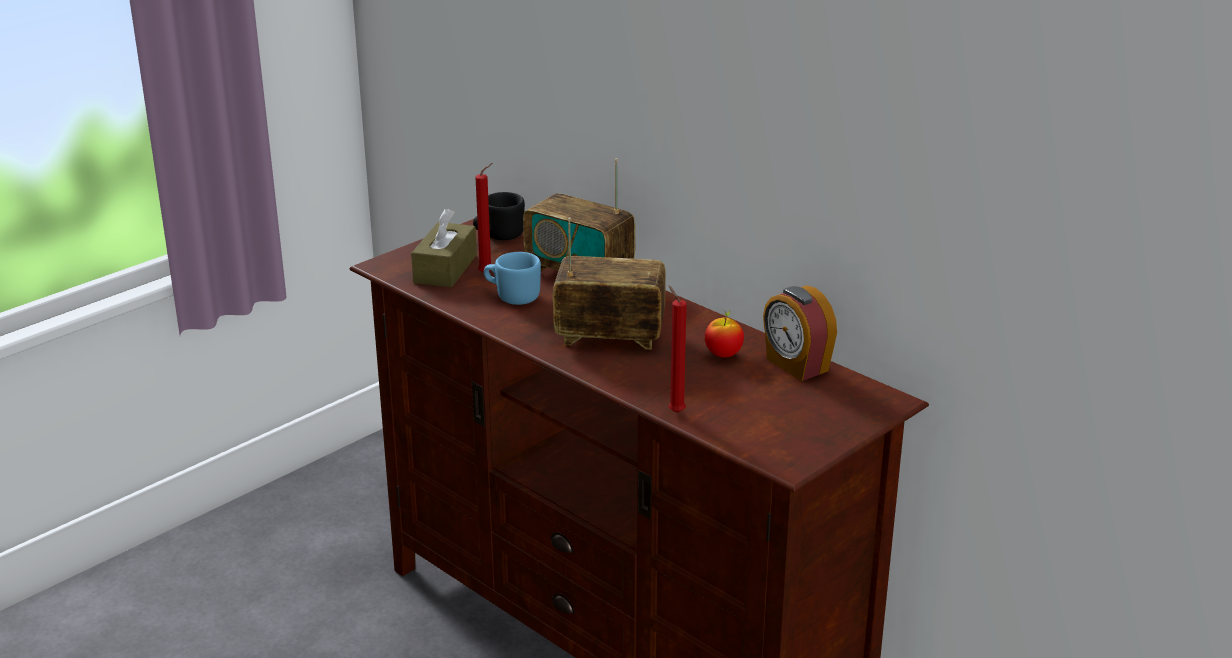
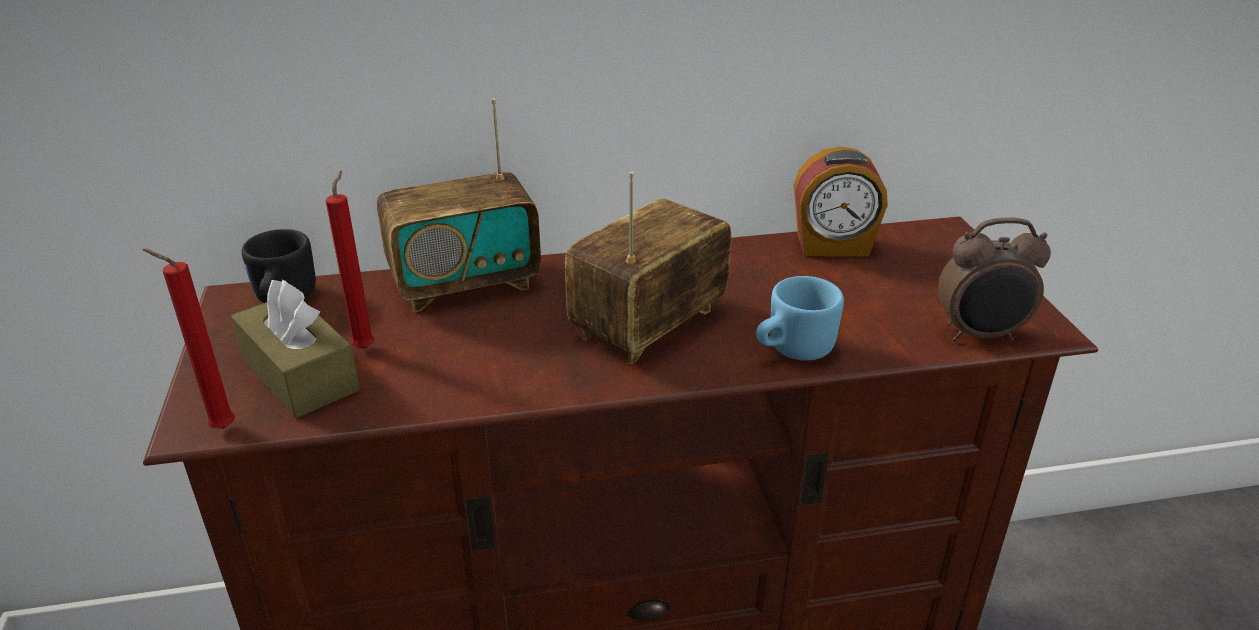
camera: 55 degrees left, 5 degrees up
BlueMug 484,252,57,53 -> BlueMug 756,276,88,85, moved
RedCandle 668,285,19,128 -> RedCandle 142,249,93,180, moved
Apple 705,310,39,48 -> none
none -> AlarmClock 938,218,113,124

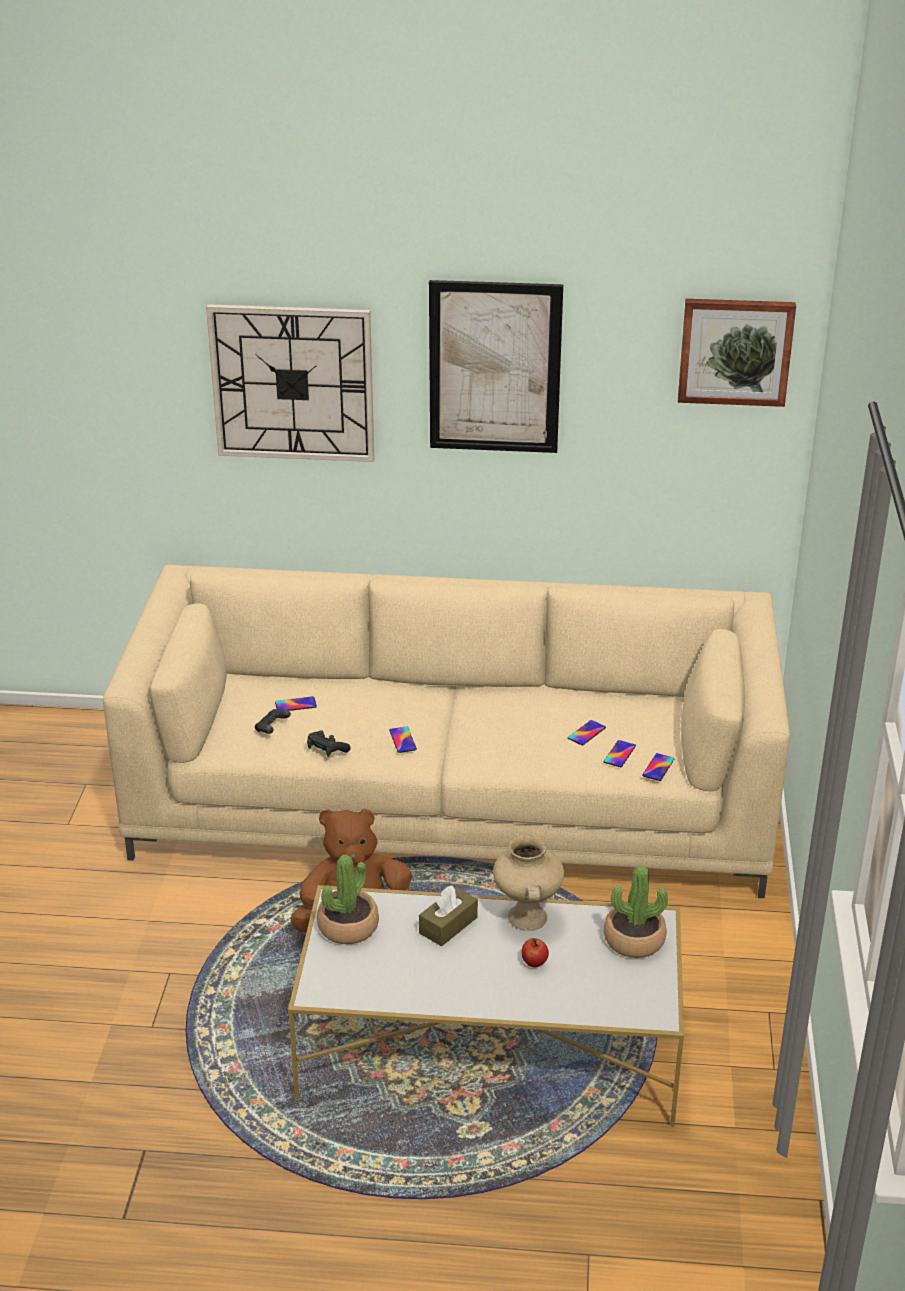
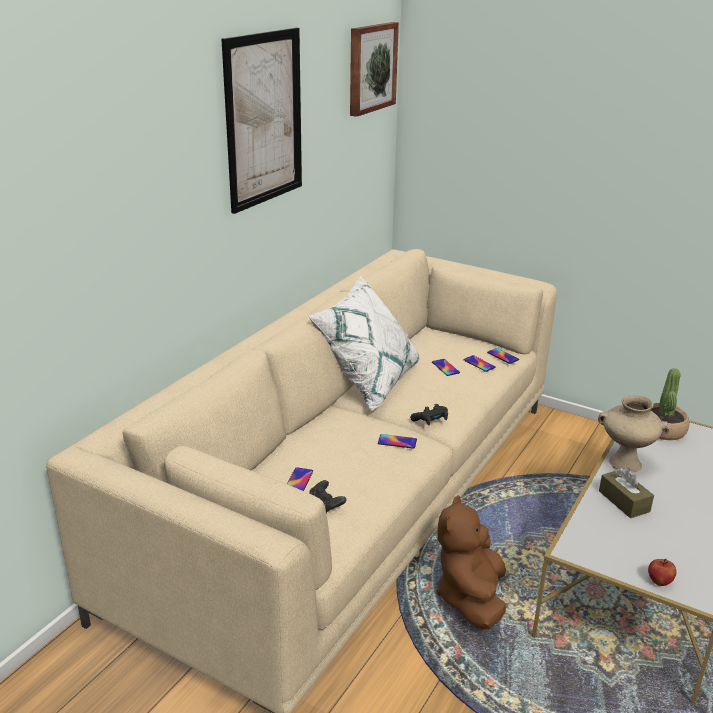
camera: 65 degrees left, 5 degrees down
WallClock 206,304,168,158 -> none
BlackGameController 307,730,44,27 -> BlackGameController 410,404,38,21, moved
PottedPlant 317,854,62,90 -> none
Apple 522,938,27,29 -> Apple 648,559,28,27, moved
none -> WhitePillow 308,275,112,136

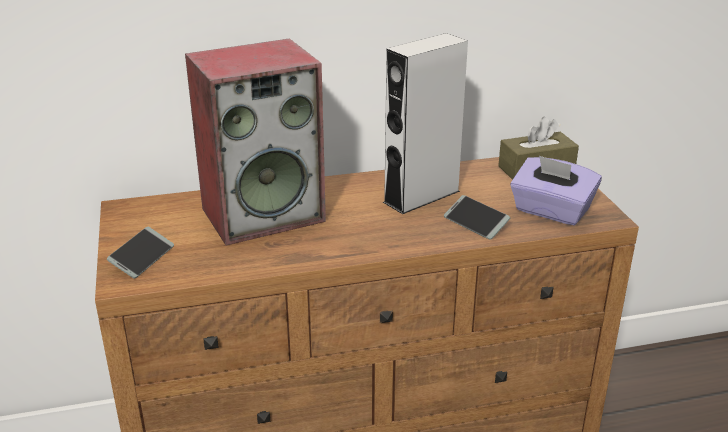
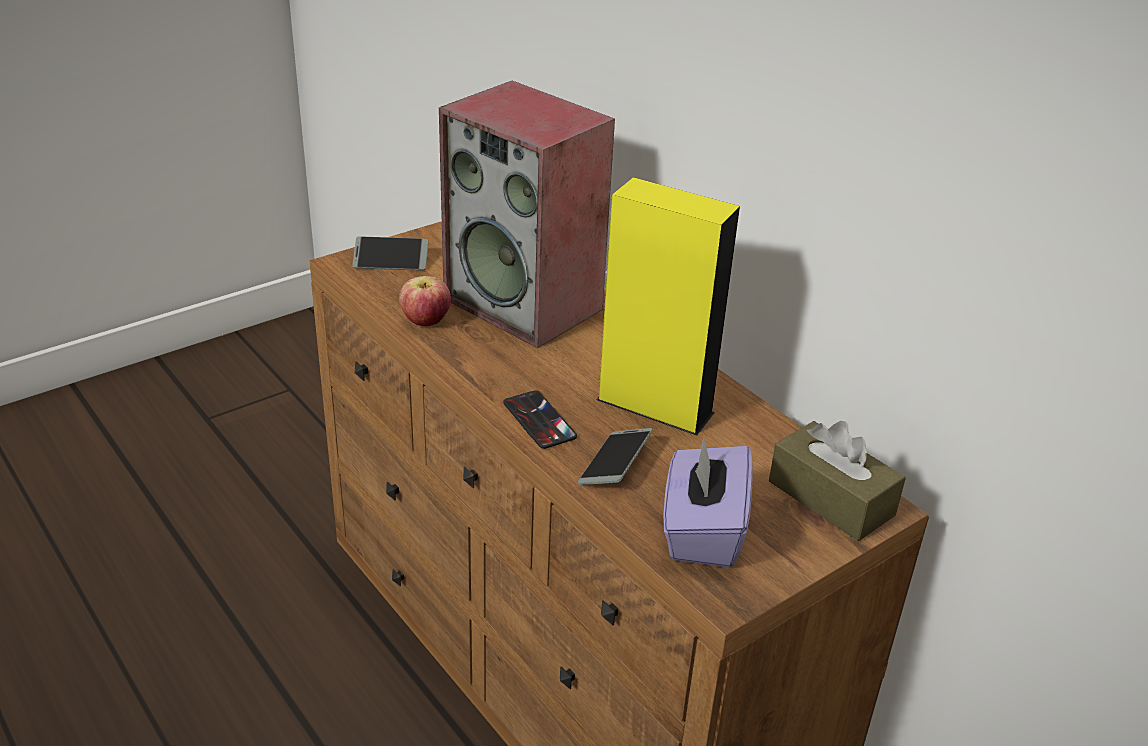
camera: 65 degrees right, 5 degrees up
GreySpeaker 383,33,85,181 -> YellowSpeaker 596,177,144,259
none -> Apple 399,276,52,50
none -> Phone 503,390,74,59

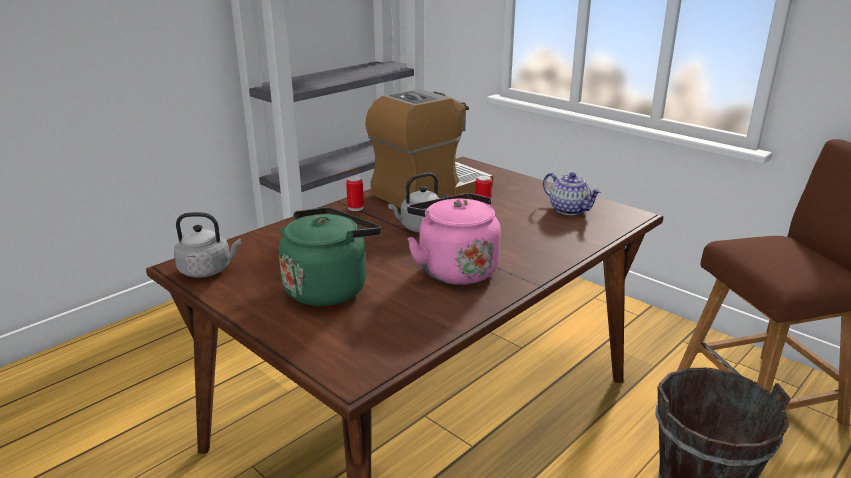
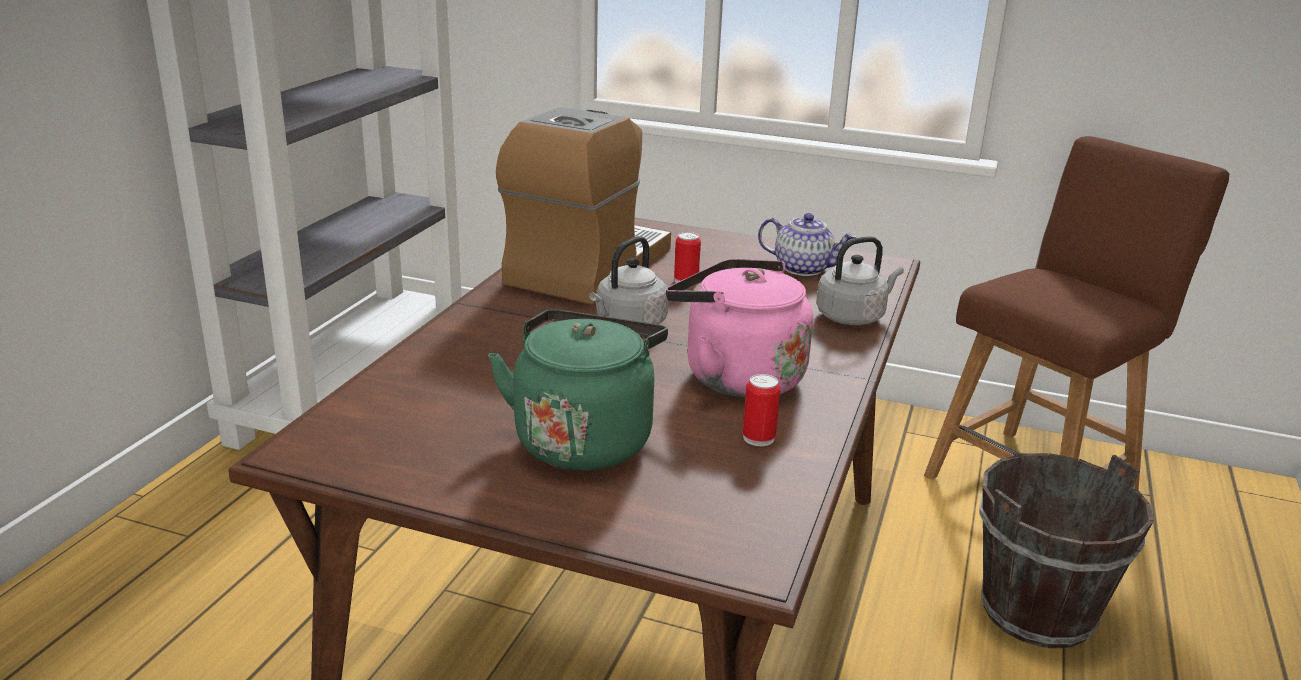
camera: 25 degrees left, 0 degrees up
Can 346,176,18,35 -> Can 743,374,37,72, moved
GreyKettle 174,212,67,66 -> GreyKettle 816,236,88,89, moved

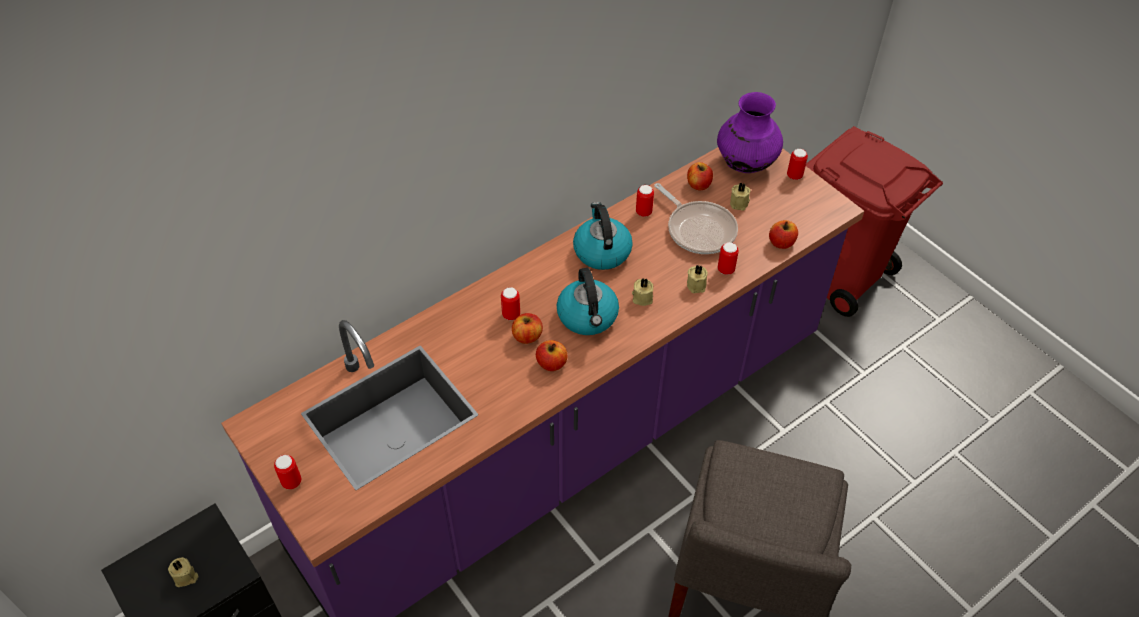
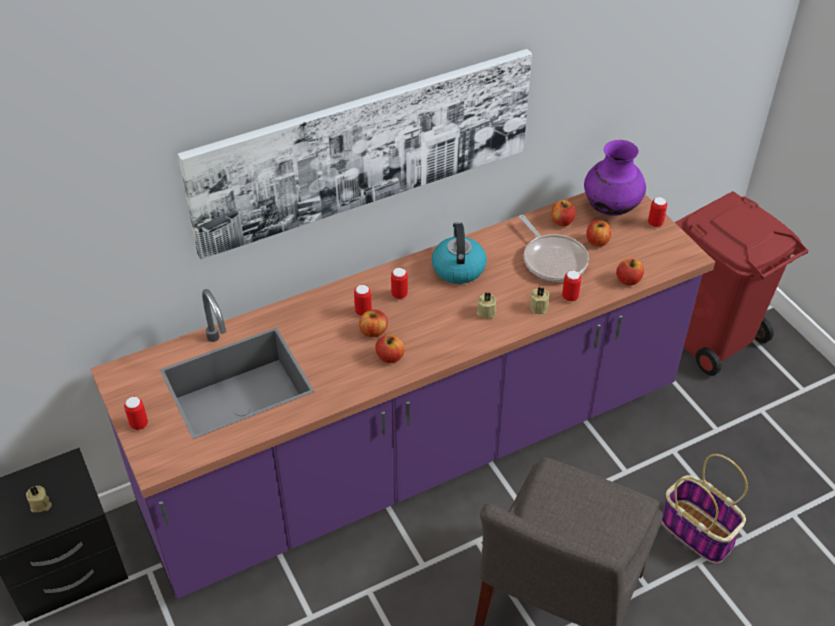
camera: 10 degrees right, 5 degrees down
BeigeCandle 730,183,21,28 -> Apple 586,220,25,27
Can 636,185,18,32 -> Can 391,268,17,31, moved
Kettle 557,268,62,67 -> none
none -> Picture 178,49,354,210
none -> Basket 662,454,86,110

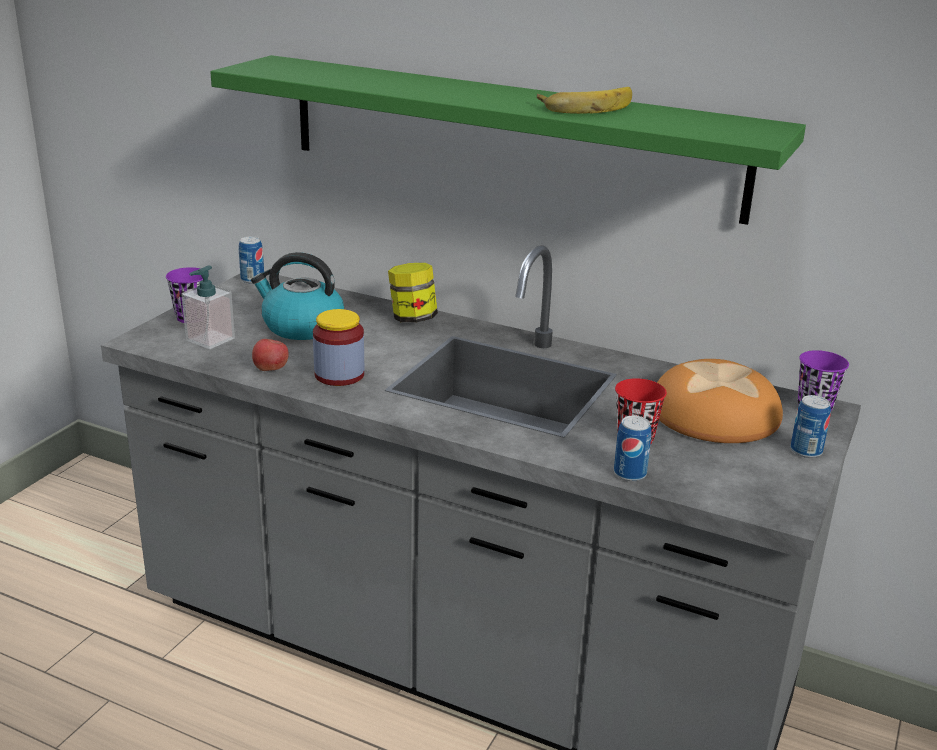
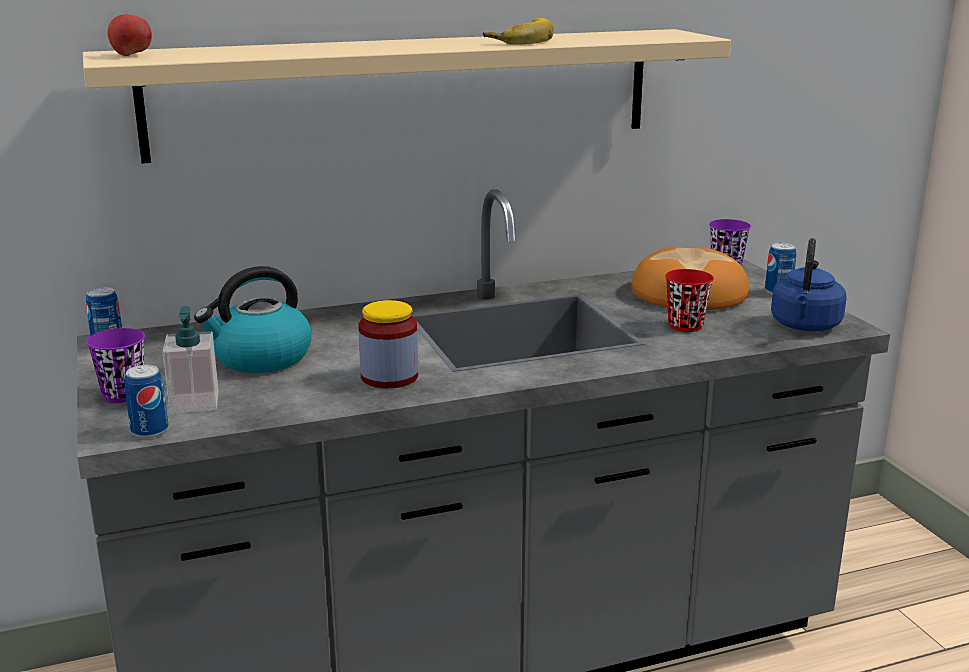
camera: 45 degrees left, 5 degrees down
GreenShelf 210,55,596,170 -> BeigeShelf 83,29,648,135
Jar 388,263,50,59 -> none
Apple 252,339,37,32 -> Apple 108,14,44,42, moved
Can 614,416,37,65 -> Can 124,365,45,73, moved
none -> BlueKettle 771,238,76,93

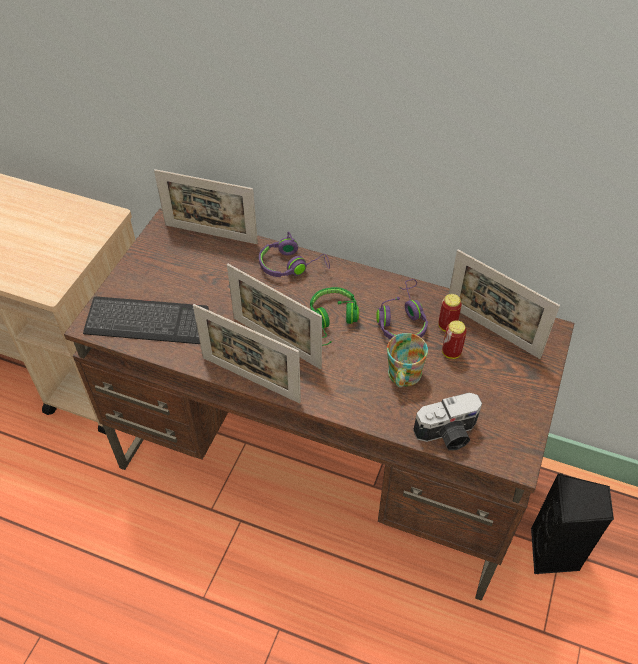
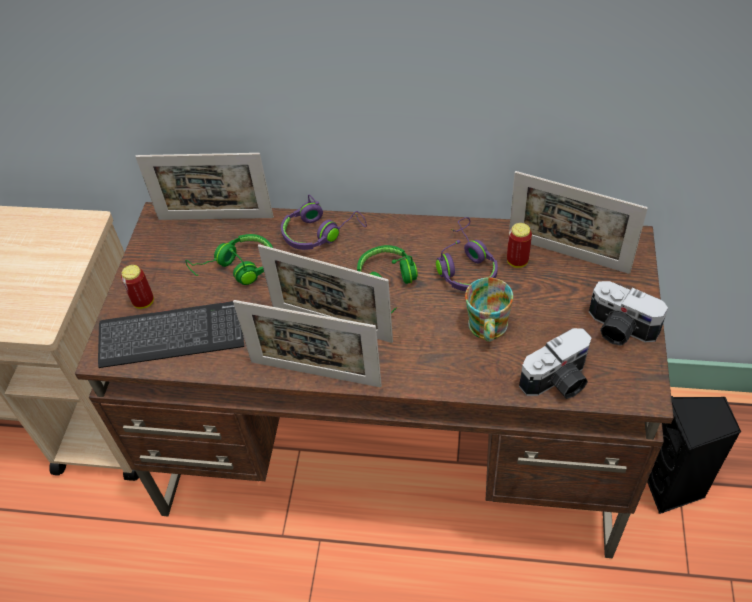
camera: 10 degrees left, 0 degrees up
Can 442,320,25,39 -> Can 121,265,33,44, moved
none -> GreenHeadphones 186,234,87,51
none -> PhotoCamera 589,281,79,65

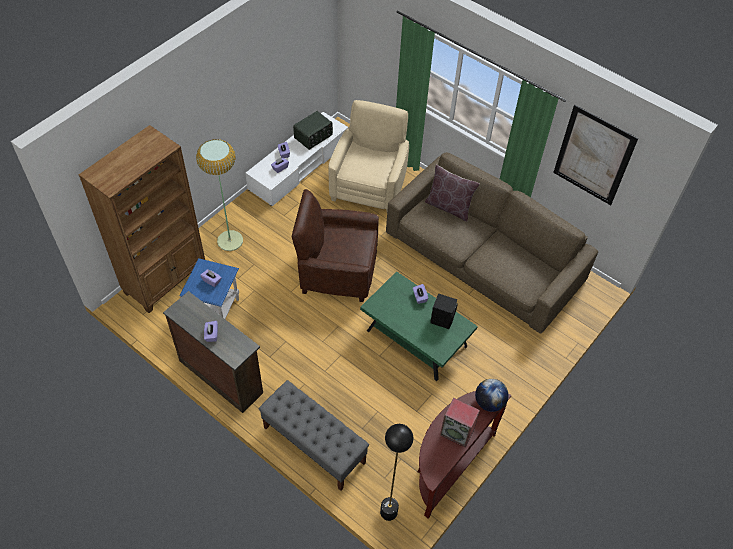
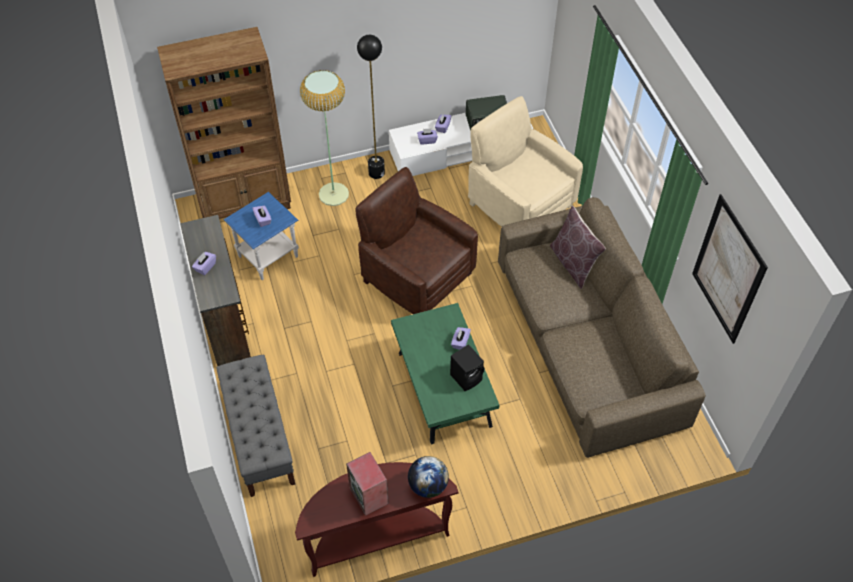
camera: 35 degrees right, 0 degrees up
BeigeArmchair 329,100,80,111 -> BeigeArmchair 468,96,115,131, 90 degrees counterclockwise
BlackFloorLamp 380,424,33,97 -> BlackFloorLamp 357,35,28,144, moved

